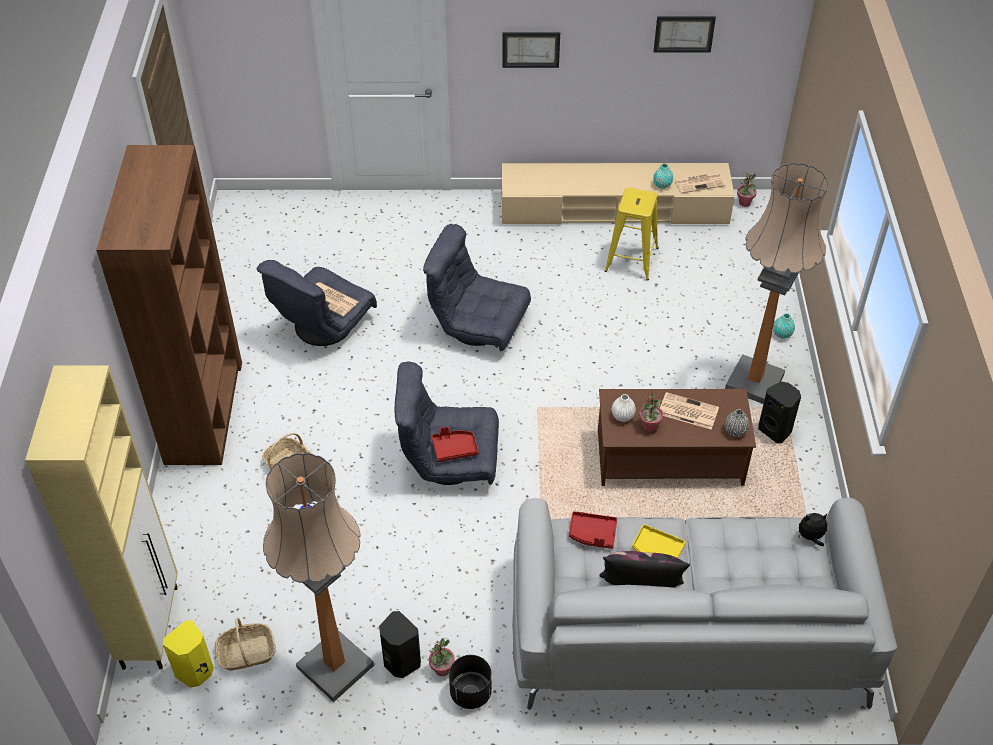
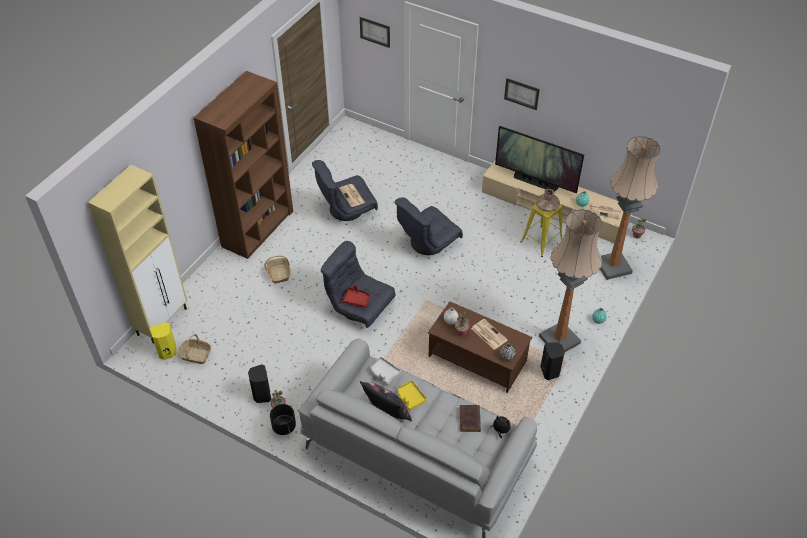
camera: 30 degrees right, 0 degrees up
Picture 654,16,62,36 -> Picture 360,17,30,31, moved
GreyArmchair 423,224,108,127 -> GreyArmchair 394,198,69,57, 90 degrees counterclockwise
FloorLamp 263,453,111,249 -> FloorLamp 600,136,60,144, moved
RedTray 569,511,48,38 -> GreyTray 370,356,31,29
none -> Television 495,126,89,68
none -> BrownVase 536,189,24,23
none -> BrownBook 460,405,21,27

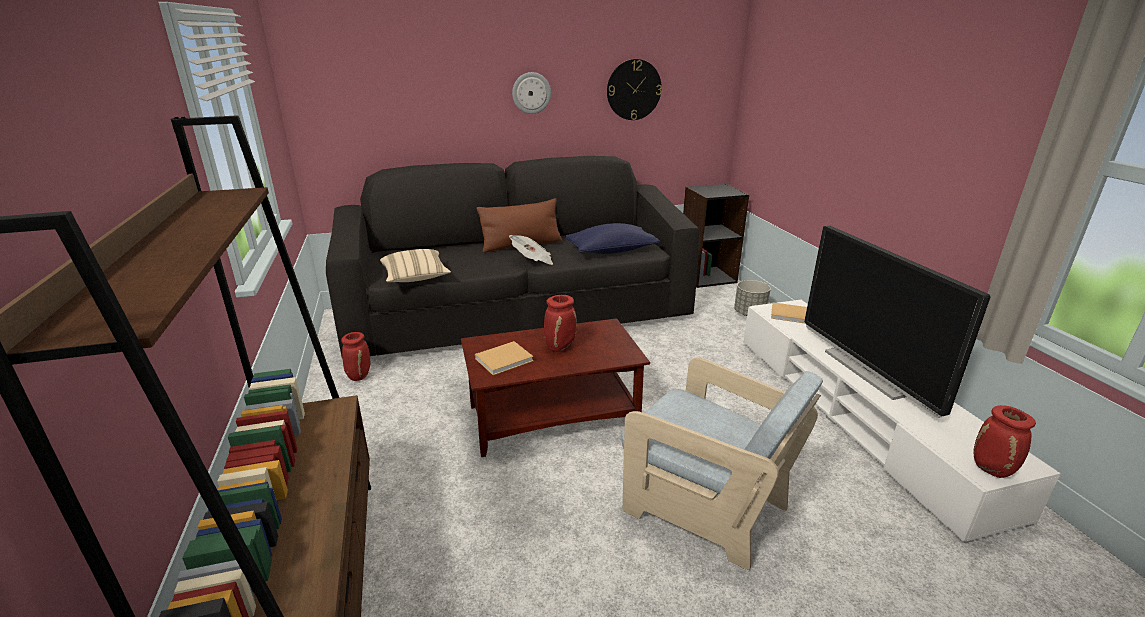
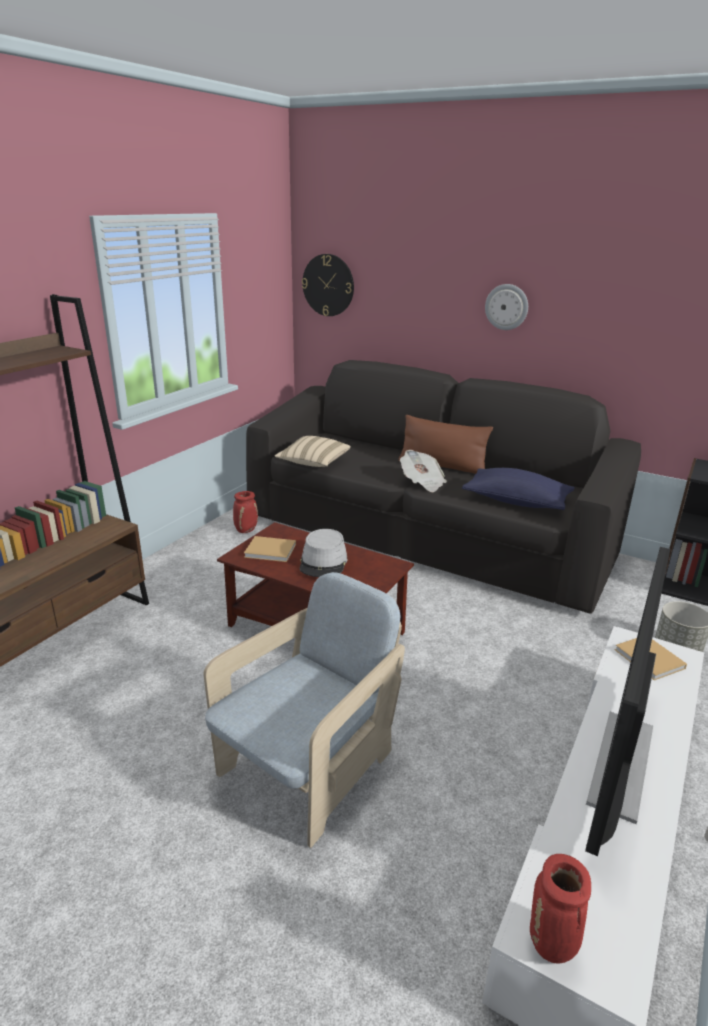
camera: 45 degrees right, 0 degrees up
WallClock 607,59,55,61 -> WallClock 302,254,52,62, moved
RedVase 544,295,33,57 -> GreyHat 300,529,47,48
BeigeArmchair 622,358,201,212 -> BeigeArmchair 204,572,201,276, 135 degrees counterclockwise

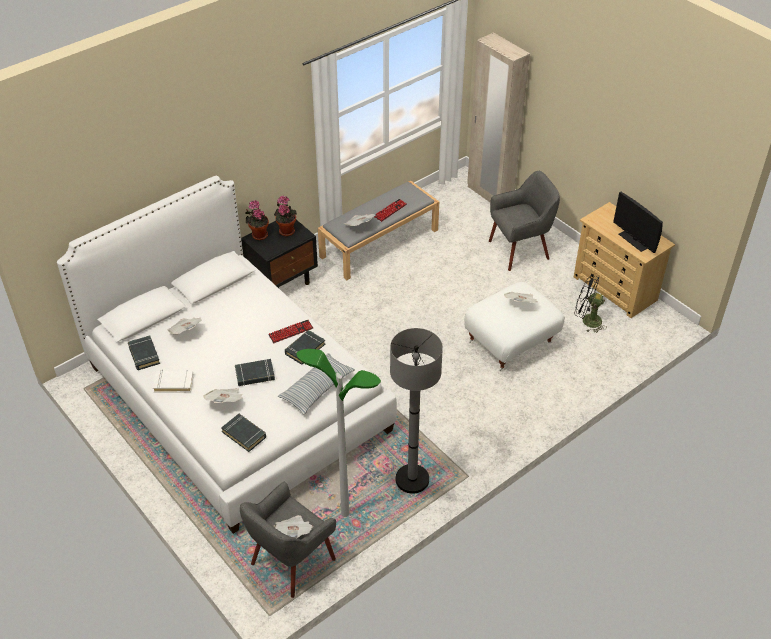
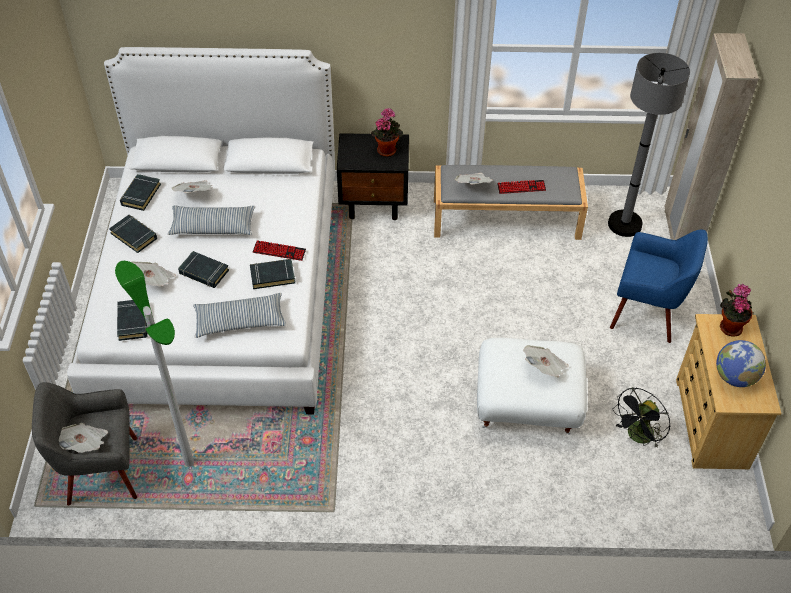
camera: 40 degrees right, 5 degrees up
GreyArmchair 489,171,71,100 -> BlueArmchair 610,230,98,113
Monitor 613,192,50,61 -> Globe 716,340,50,47
PottedPlant 245,201,24,39 -> PottedPlant 720,284,32,53, moved
BlackFan 574,275,33,58 -> BlackFan 613,387,57,61, 105 degrees counterclockwise
GreyFloorLamp 390,328,53,166 -> GreyFloorLamp 608,53,82,184, moved
WhiteBook 153,370,41,23 -> BlackBook 109,215,48,38
none -> Pillow 168,205,87,30

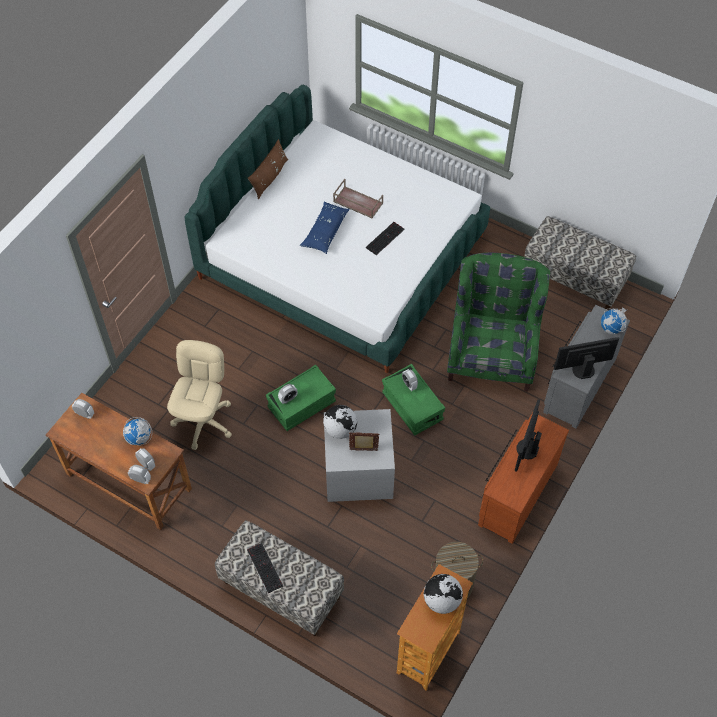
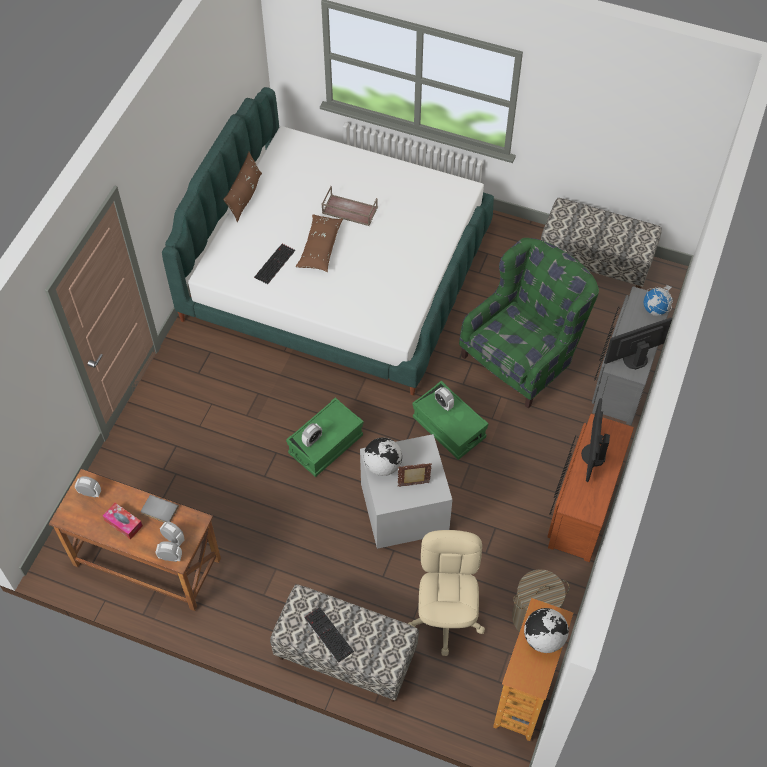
camera: 10 degrees left, 0 degrees up
BluePillow 300,202,50,52 -> BrownPillow 295,214,48,58
Keyboard 366,222,39,33 -> Keyboard 254,244,41,40, moved
GreenArmchair 447,253,103,138 -> GreenArmchair 459,238,140,170, 45 degrees clockwise
BeigeOfficeChair 167,340,65,110 -> BeigeOfficeChair 408,530,77,126, moved
Globe 123,417,29,28 -> GreyBook 141,495,38,28
none -> TissueBox 103,503,40,37

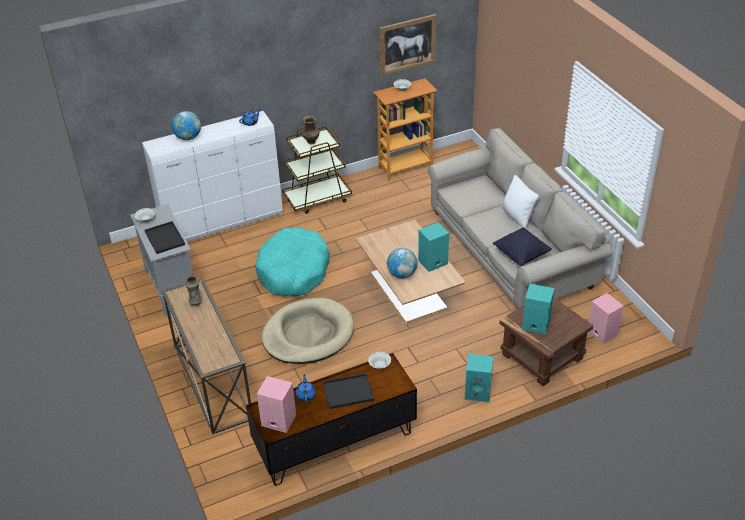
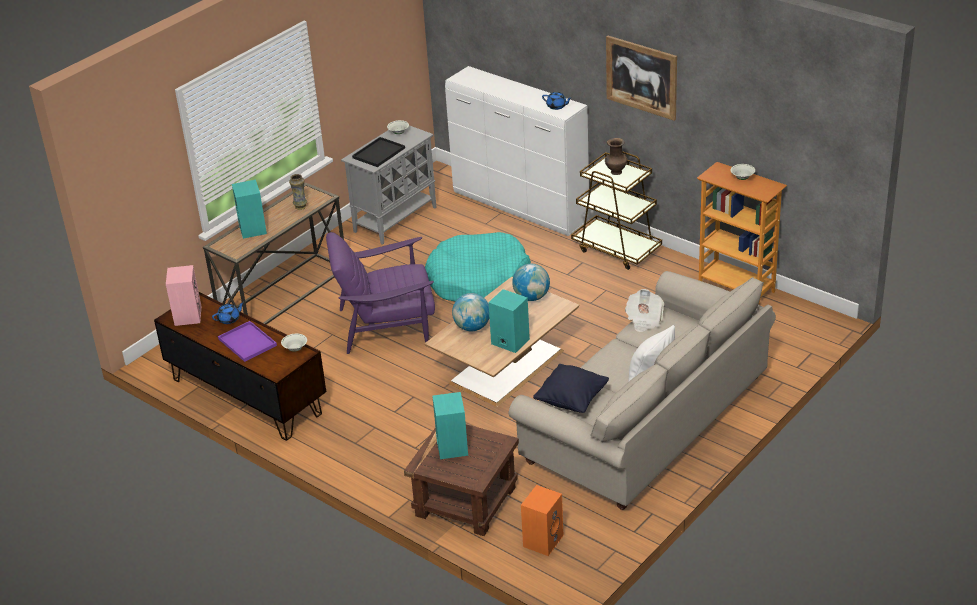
camera: 65 degrees right, 5 degrees down
Picture 379,14,57,62 -> Picture 606,35,71,86, moved
Globe 172,111,29,29 -> Globe 512,264,38,37, moved
PinkSpeaker 588,293,36,51 -> OrangeSpeaker 521,485,43,71
BeigeDogBed 262,298,92,66 -> PurpleArmchair 326,232,109,122
TurquoiseSpeaker 465,354,28,48 -> TurquoiseSpeaker 232,180,35,59, moved
BlackTray 323,373,51,36 -> PurpleTray 218,321,59,41
none -> Newspaper 625,289,39,43

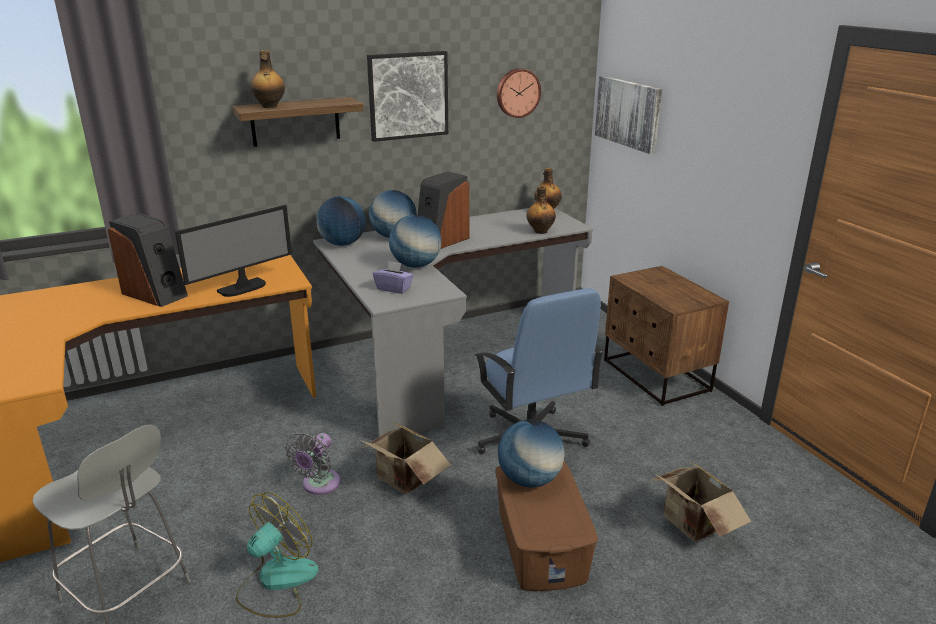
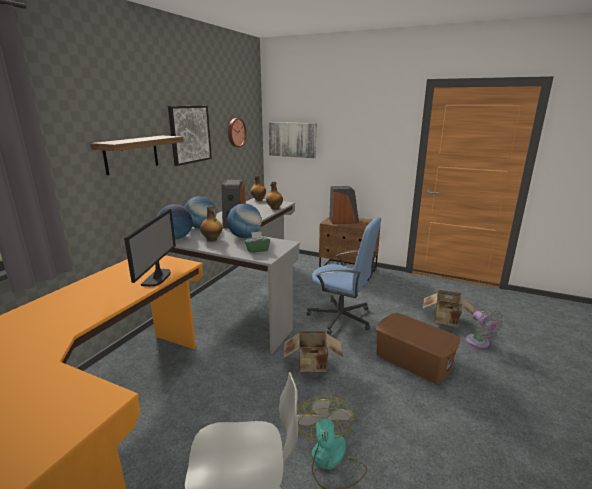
camera: 40 degrees left, 5 degrees down
Bottle 251,50,34,58 -> Bottle 200,206,23,36, moved
Speaker 108,213,80,94 -> Speaker 329,186,30,38, moved
PurpleTissueBox 373,261,41,33 -> GreenTissueBox 244,231,26,22
Globe 498,419,67,68 -> none
GreyFan 285,432,55,63 -> GreyFan 466,310,38,38, moved

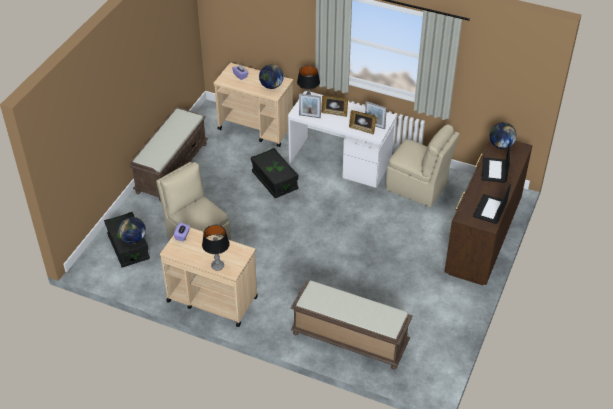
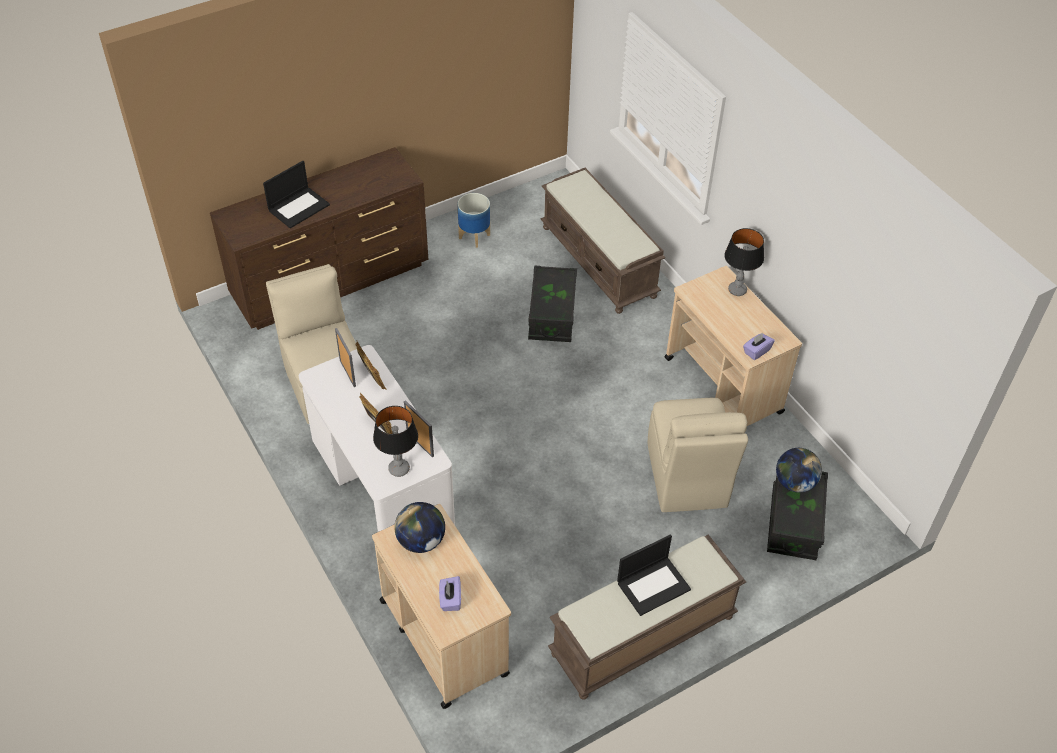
camera: 145 degrees left, 5 degrees up
Globe 490,122,27,27 -> none
BlackStorageBox 251,148,48,50 -> BlackStorageBox 528,265,49,77, moved
Laptop 473,184,38,40 -> Laptop 617,534,74,82, moved
none -> Planter 458,193,32,55

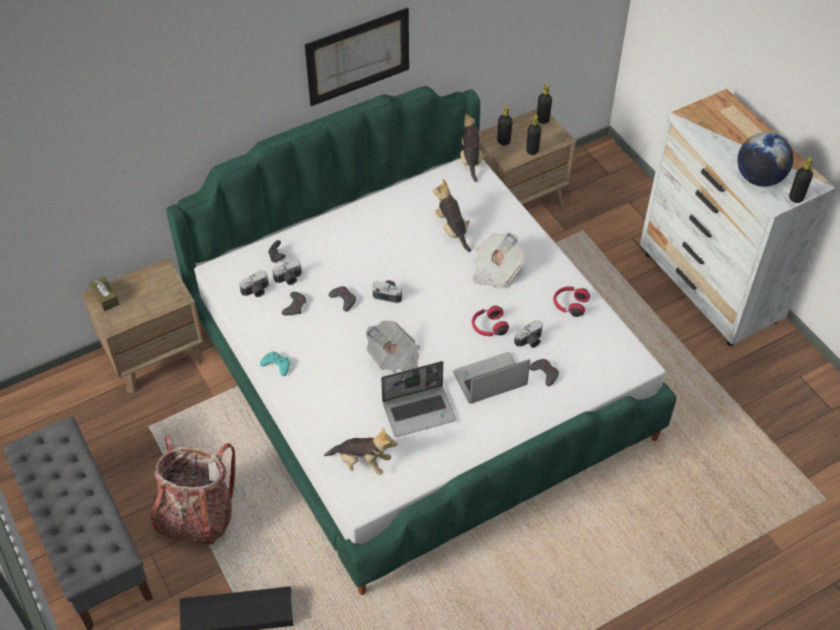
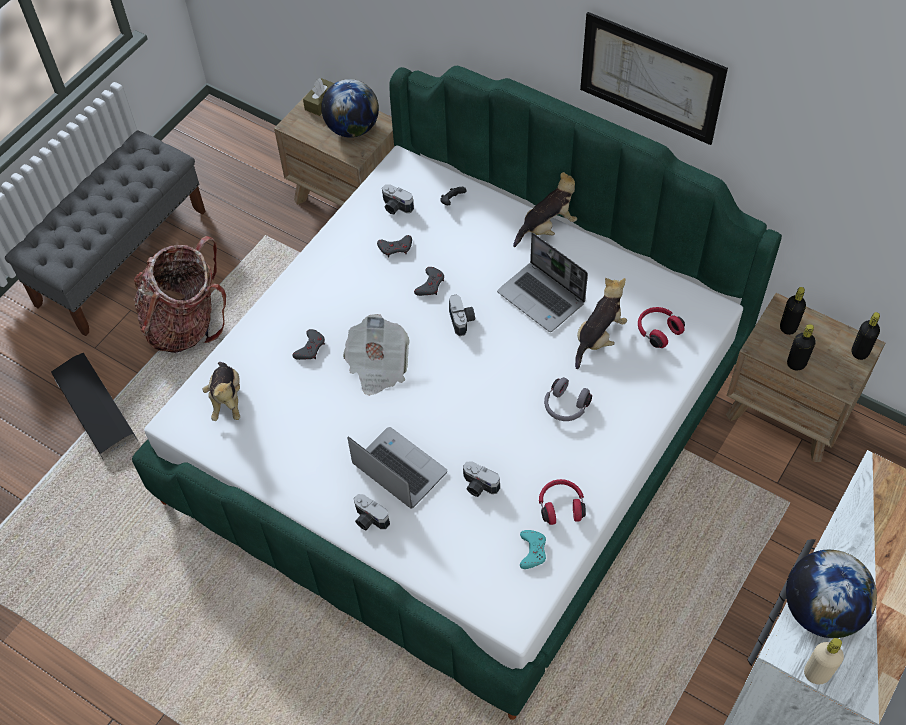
camera: 65 degrees right, 5 degrees up
PlushToy 460,114,27,68 -> PlushToy 513,172,64,75, moved
BlackBottle 789,157,24,46 -> BeigeBottle 804,638,40,46
Newspaper 473,232,53,56 -> GreyHeadphones 544,377,48,44
PhotoCamera 272,259,30,26 -> PhotoCamera 354,494,36,37, moved
RedHeadphones 472,306,37,30 -> RedHeadphones 638,307,47,41, moved
TurquoiseGameController 260,352,30,24 -> TurquoiseGameController 520,530,26,39, moved
GreyGameController 529,359,30,27 -> GreyGameController 292,329,33,31, moved
Laptop 381,361,75,76 -> Laptop 497,232,91,100, moved
none -> Globe 321,79,58,59

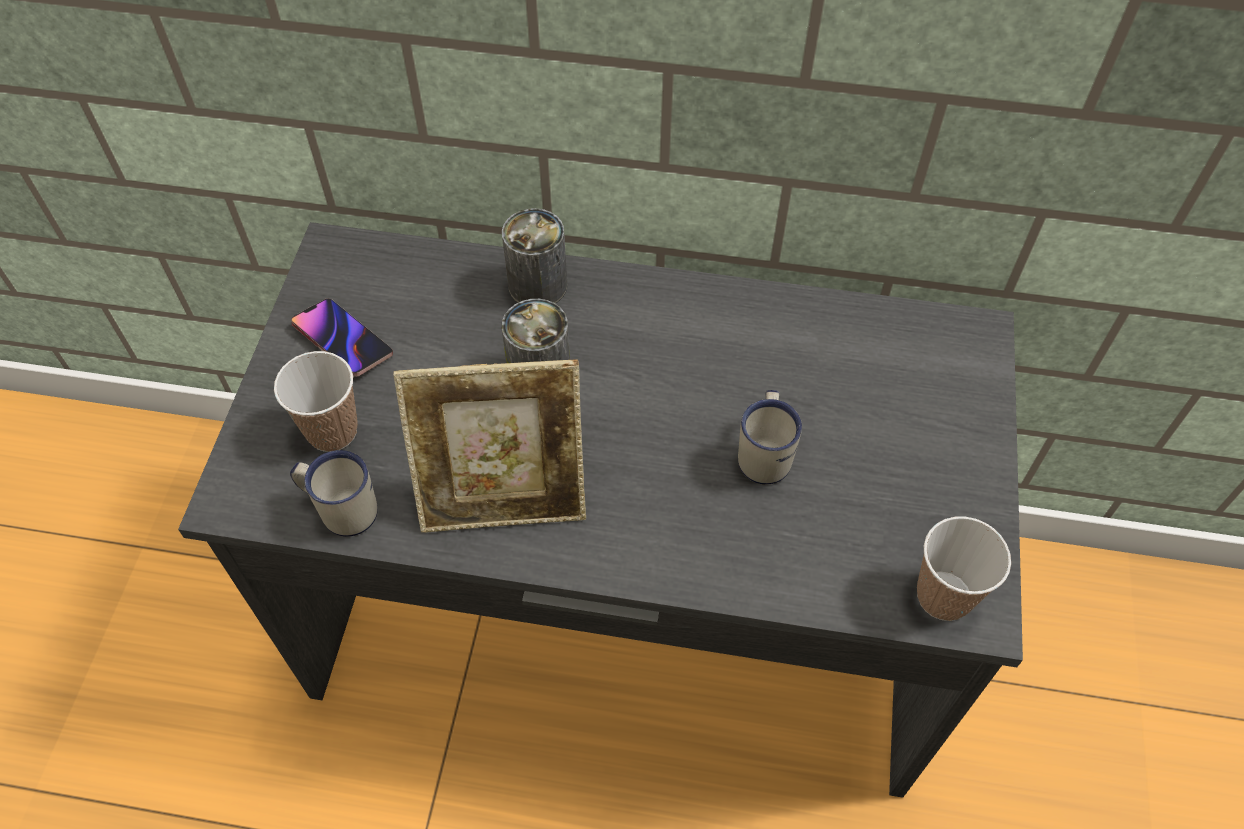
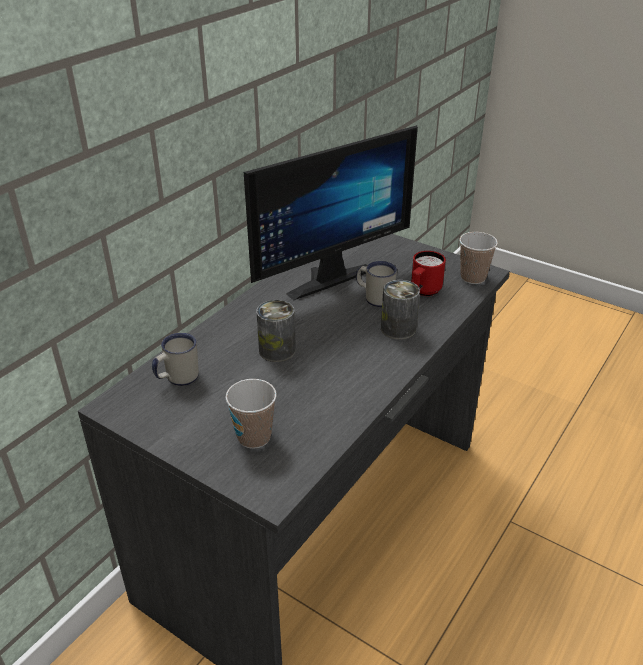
camera: 65 degrees left, 20 degrees down
Can 502,208,66,95 -> Can 381,280,39,60, moved
Phone 291,299,102,78 -> none
PictureFrame 393,359,193,174 -> none
WhiteMug 290,450,88,87 -> WhiteMug 152,333,47,53, moved
none -> Monitor 244,125,174,176
none -> RedMug 411,251,35,45

